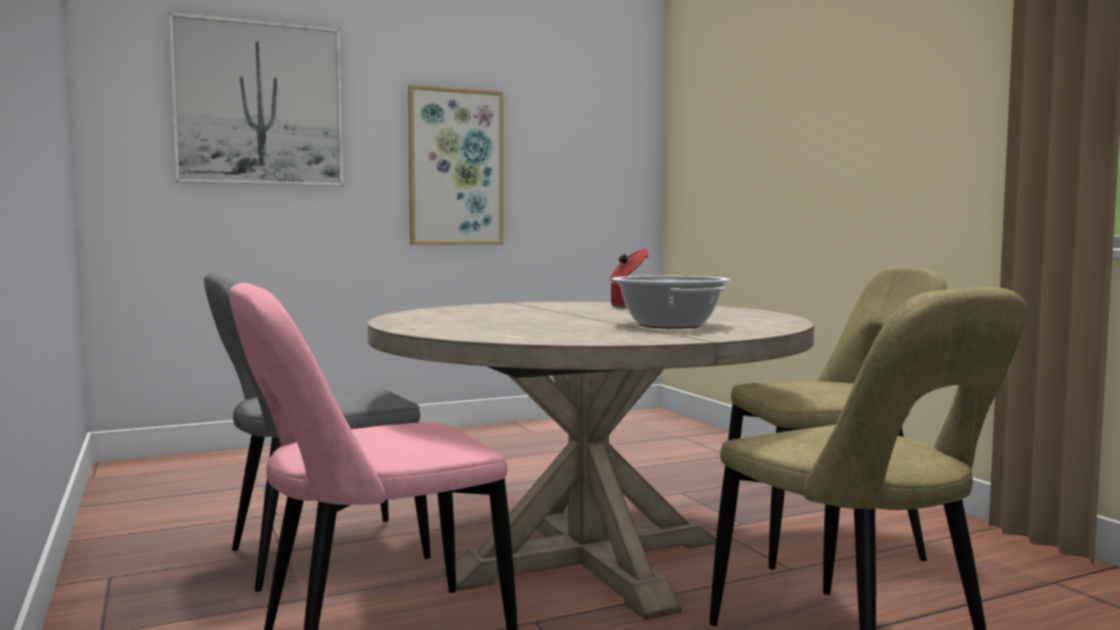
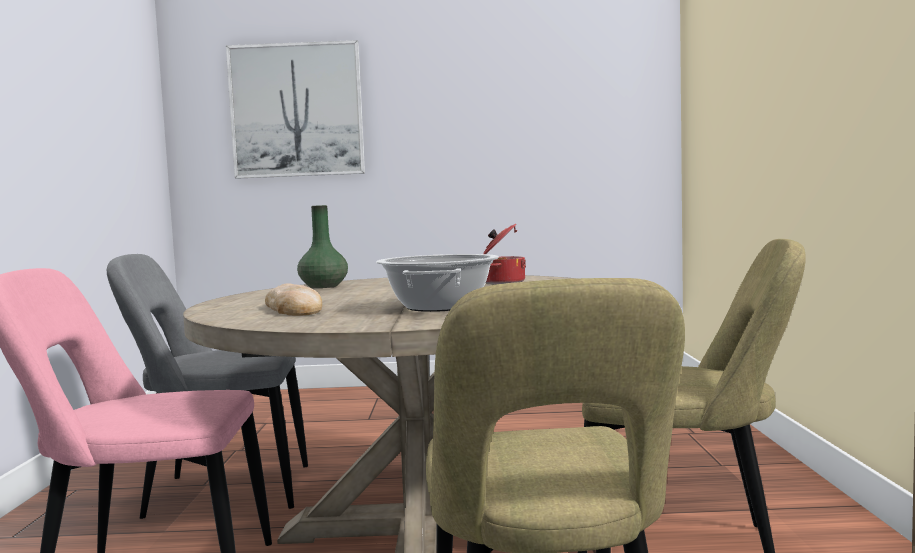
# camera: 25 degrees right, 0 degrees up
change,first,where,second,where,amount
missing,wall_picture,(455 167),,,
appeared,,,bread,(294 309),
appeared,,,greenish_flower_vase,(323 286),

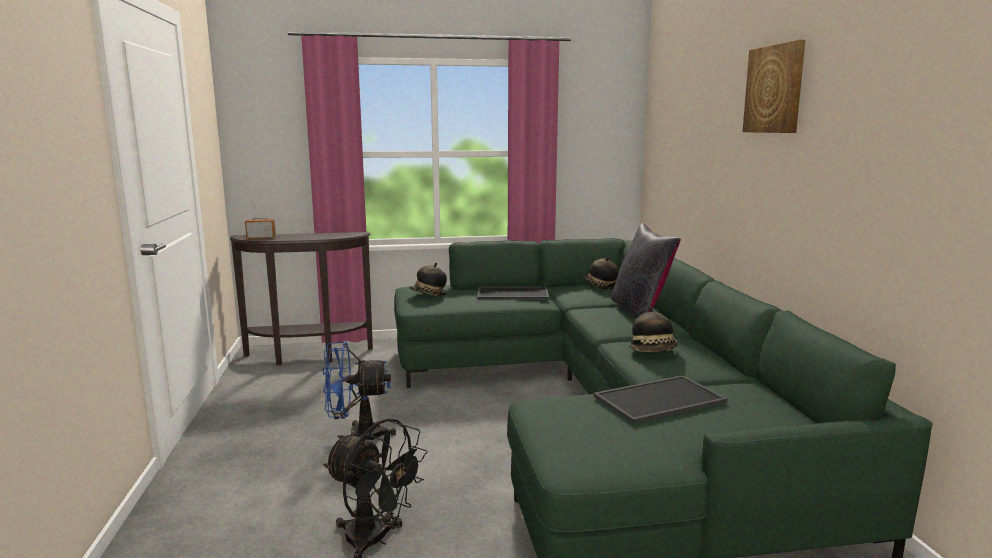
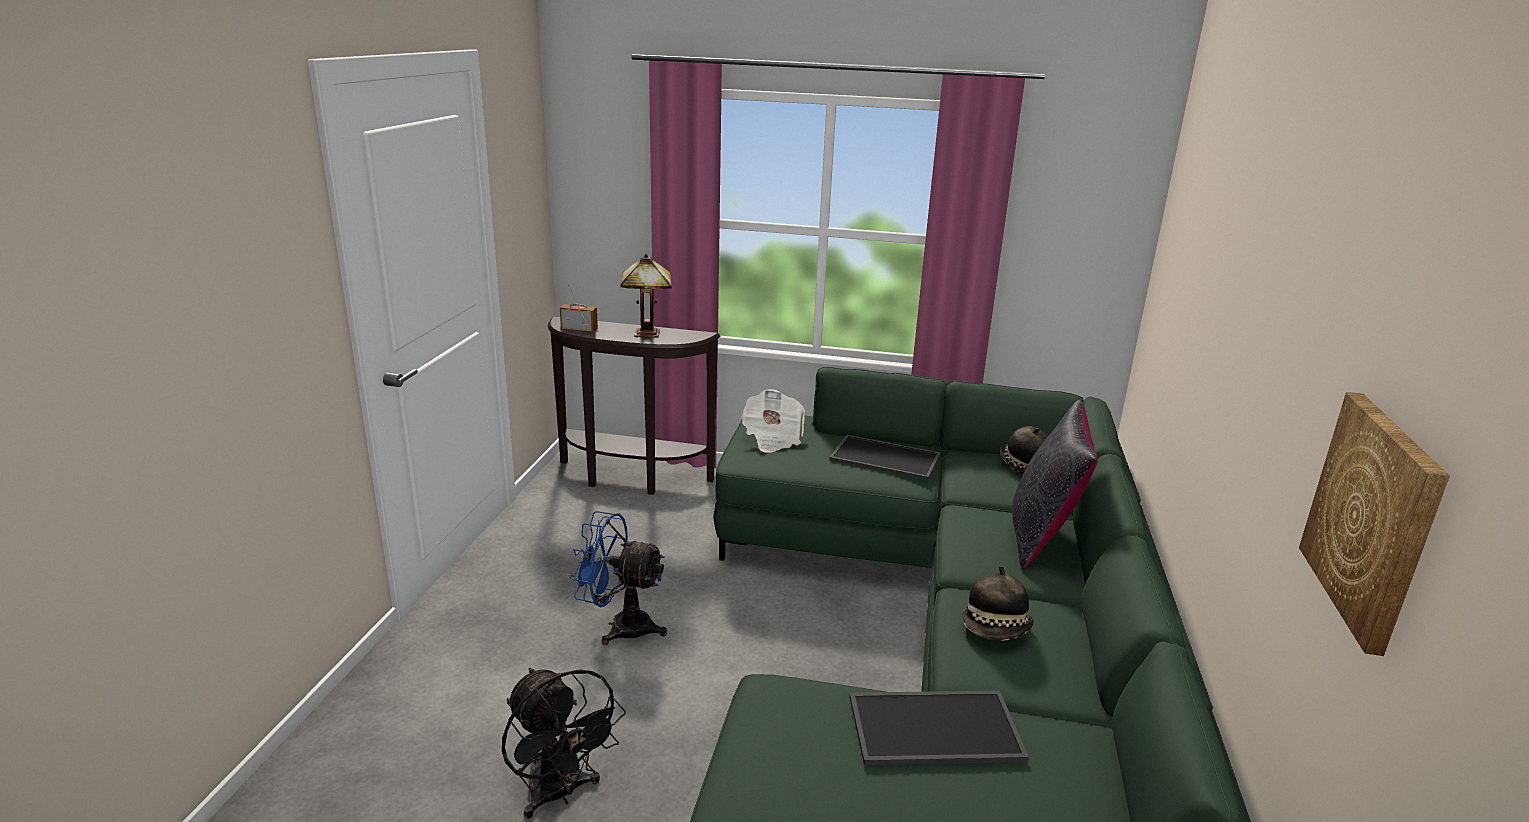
# camera: 20 degrees right, 10 degrees up
change,first,where,second,where,amount
exchanged,hat,(428 294),printed_paper,(772 438),
relocated,wall_picture,(775 89),,(1373 518),
appeared,,,tabletop_lamp,(645 333),

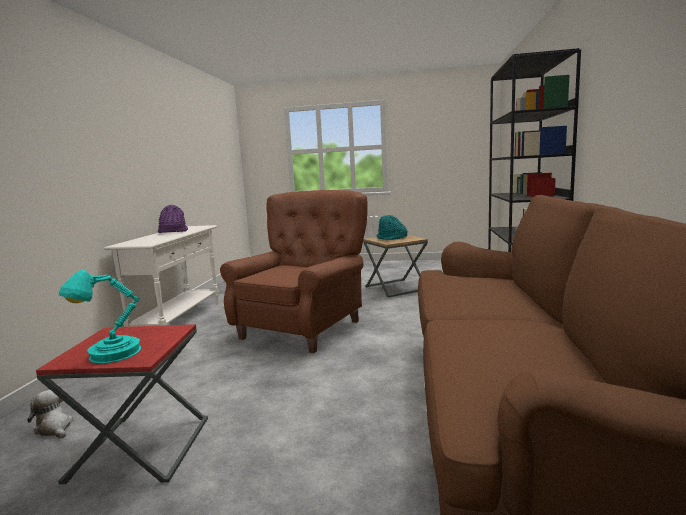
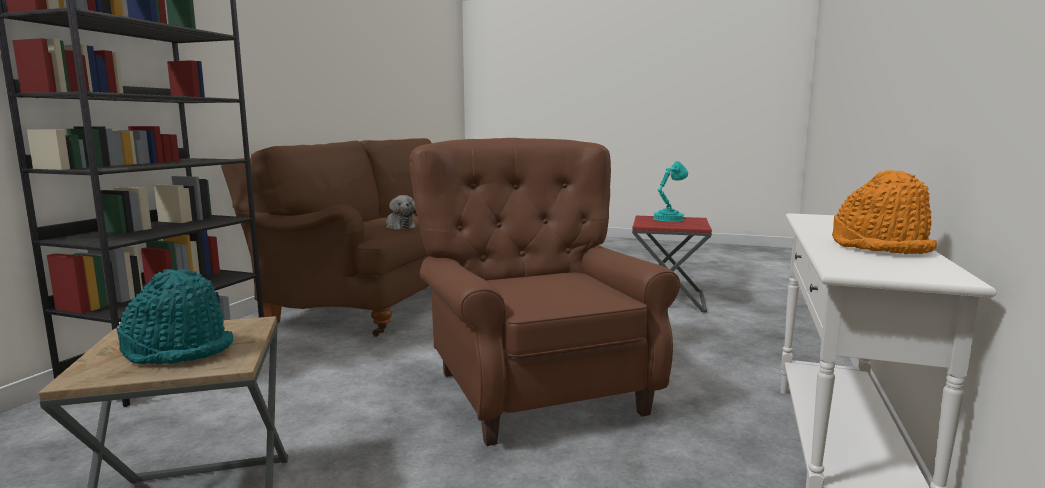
# camera: 170 degrees left, 0 degrees up
change,first,where,second,where,amount
relocated,soft_toy,(54 428),,(399 226),
colour,purple-coloured_hat,(172 232),orangey_hat,(881 247),
spun,brown-coloured_lounge_chair,(304 328),,(535 388),120 degrees clockwise

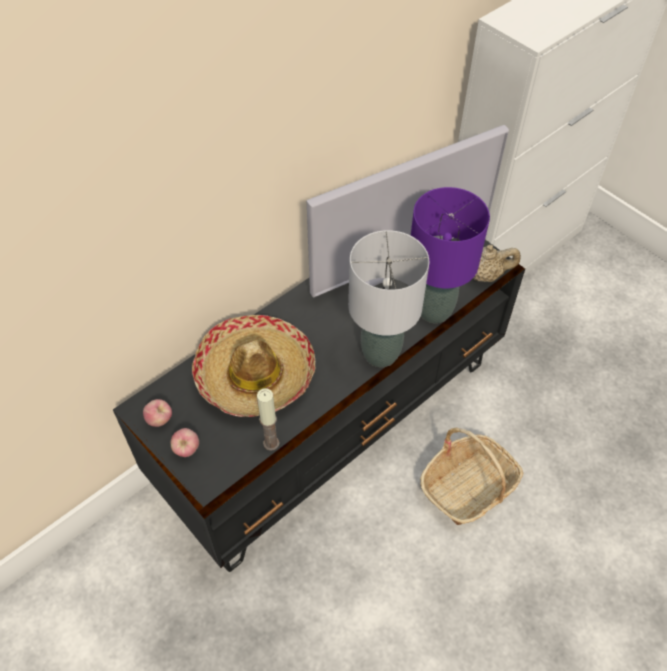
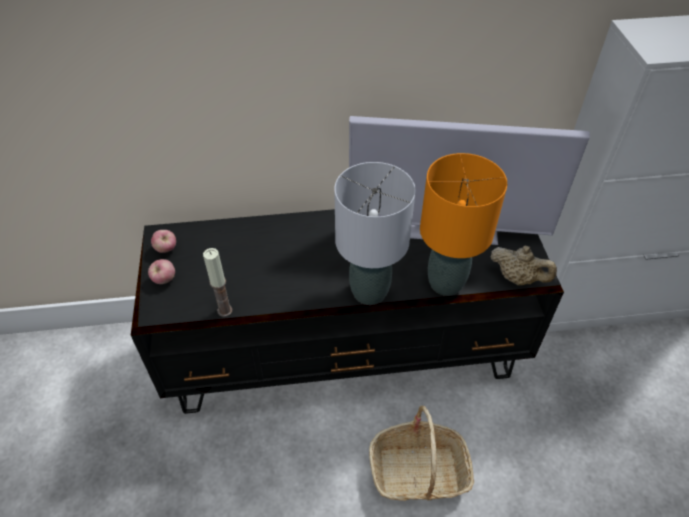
# camera: 35 degrees right, 5 degrees down
change,first,where,second,where,amount
missing,hat,(255 374),,,
colour,purple-coloured_tabletop_lamp,(435 310),orangey_tabletop_lamp,(446 283),

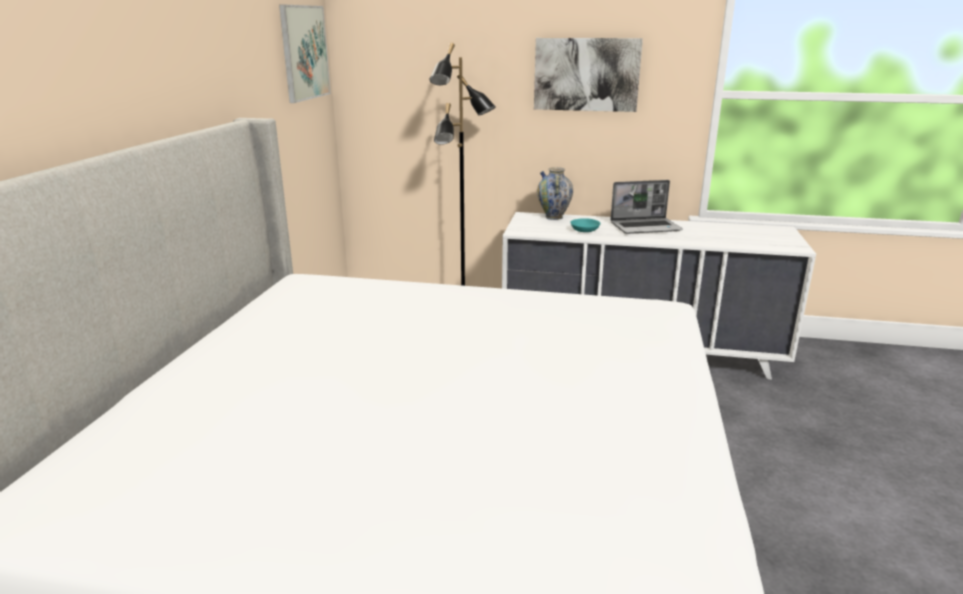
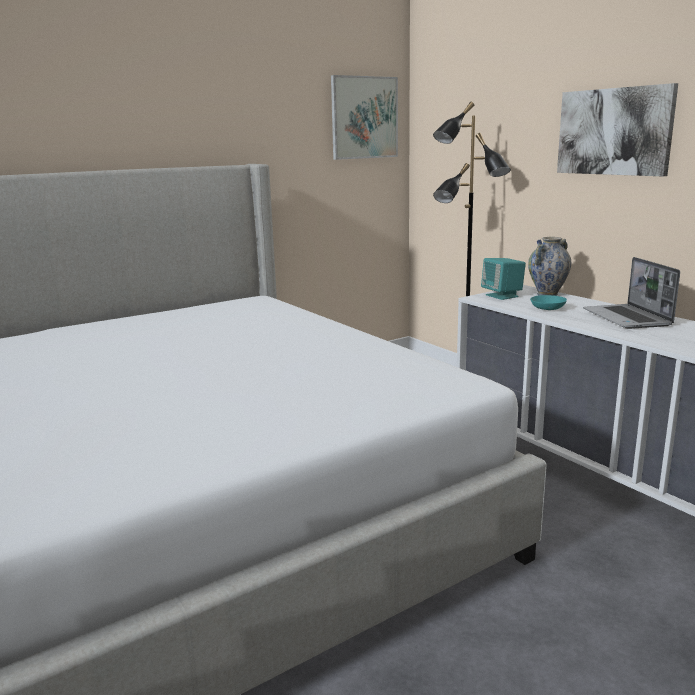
# camera: 45 degrees right, 5 degrees down
change,first,where,second,where,amount
spun,portable_computer,(646 227),,(628 318),45 degrees clockwise
appeared,,,turquoise-coloured_loudspeaker,(502 296),

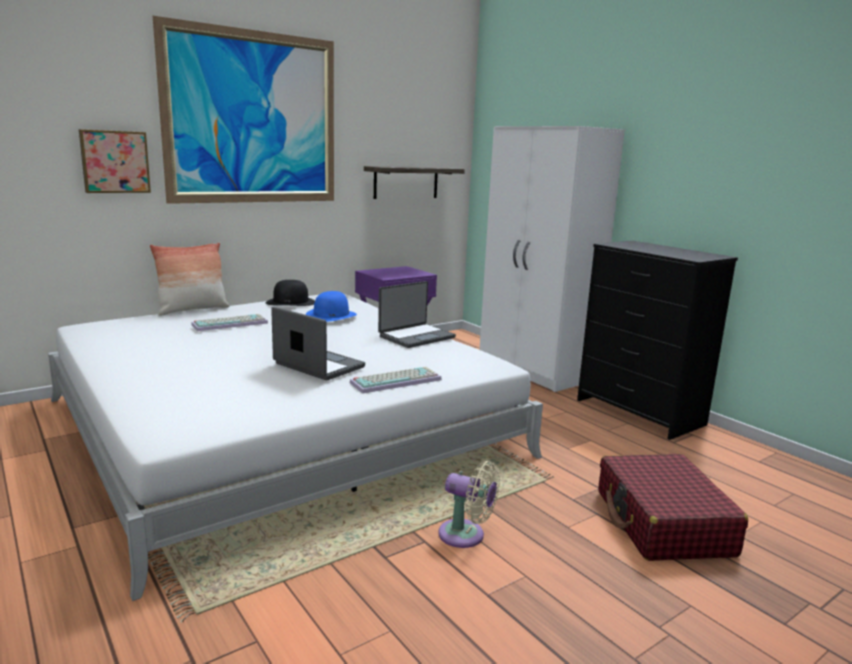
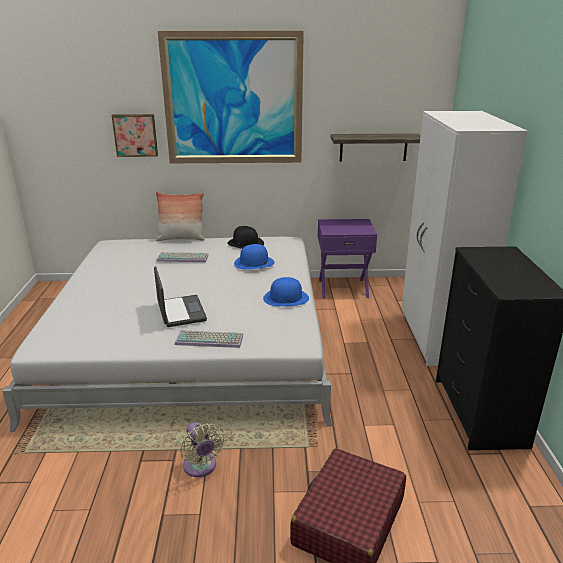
# camera: 35 degrees right, 10 degrees up
change,first,where,second,where,amount
exchanged,portable_computer,(416 337),bluish_hat,(286 298),

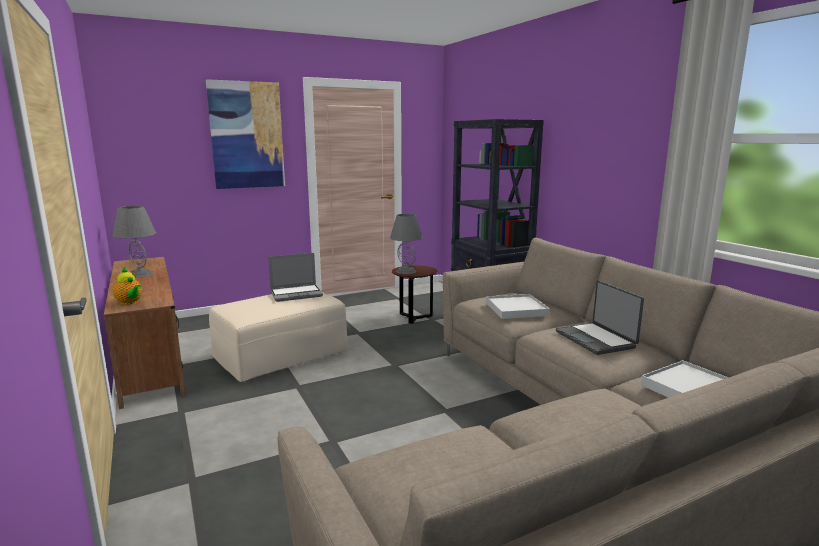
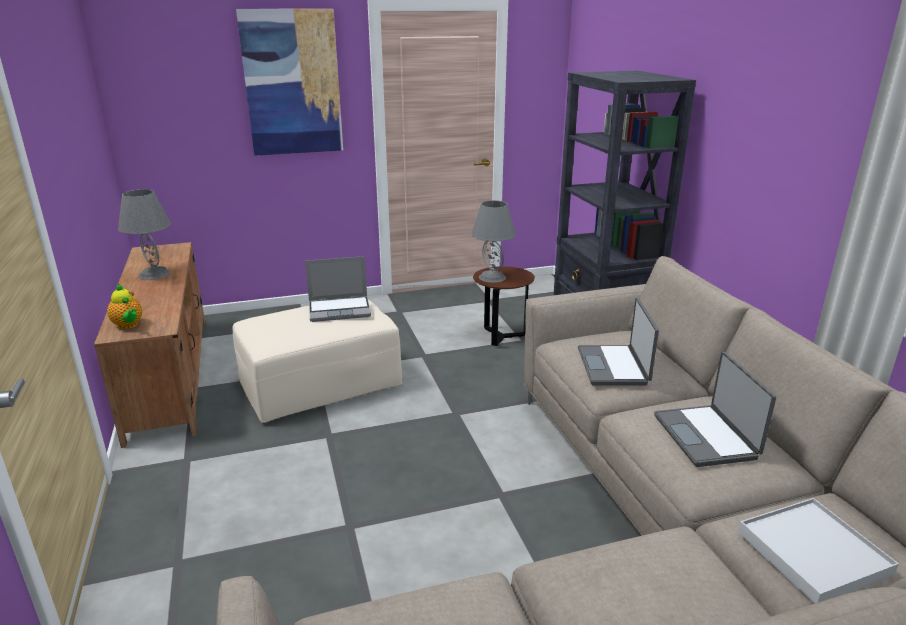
# camera: 10 degrees right, 10 degrees up
change,first,where,second,where,amount
exchanged,white_carrying_tray,(516 309),portable_computer,(614 366),

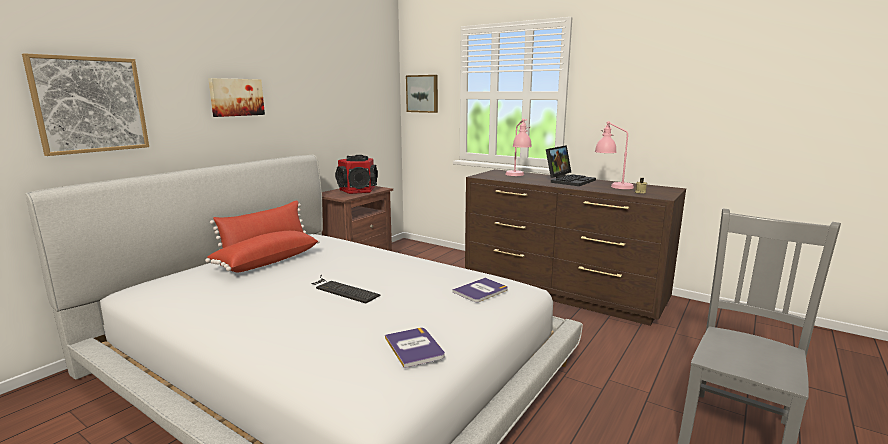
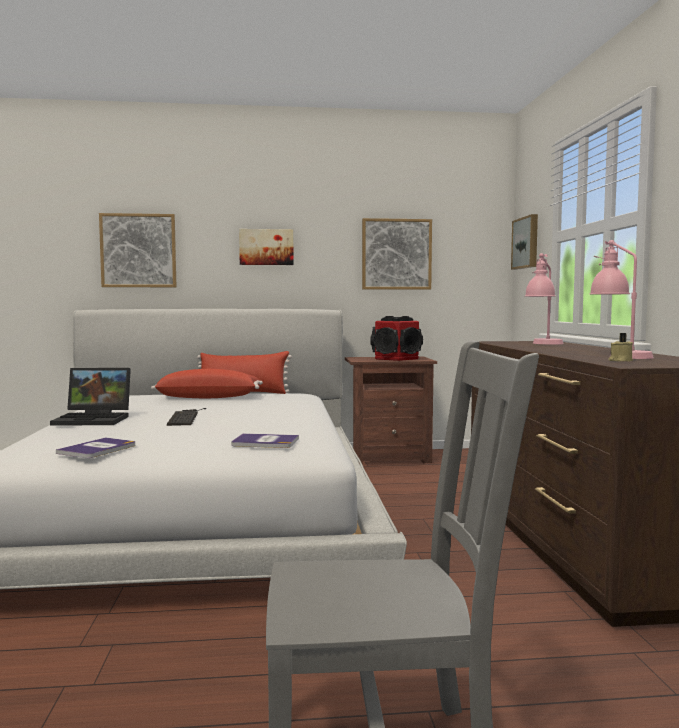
# camera: 50 degrees right, 10 degrees down
change,first,where,second,where,amount
relocated,portable_computer,(569 180),,(95 419),
appeared,,,wall_picture,(396 254),

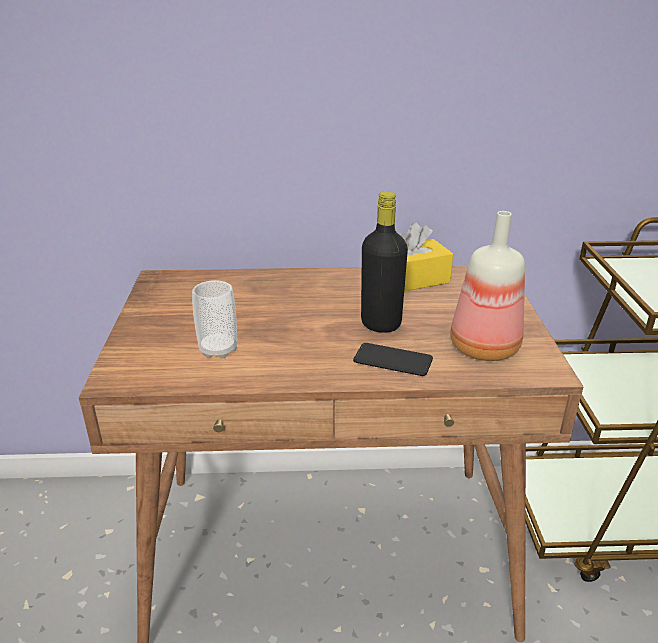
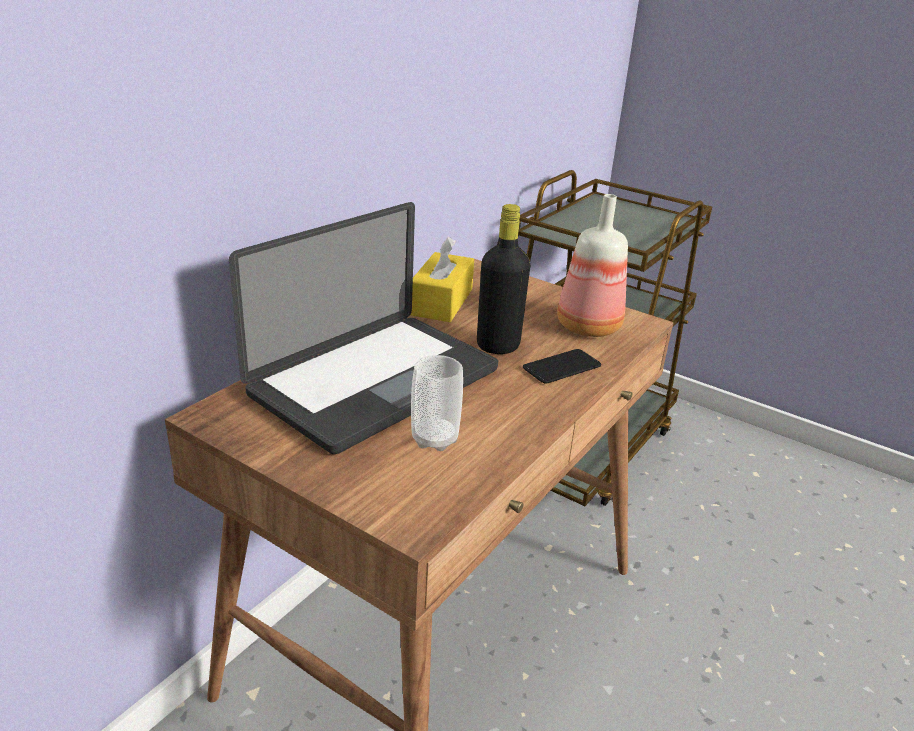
# camera: 55 degrees left, 0 degrees up
change,first,where,second,where,amount
appeared,,,portable_computer,(375 382),

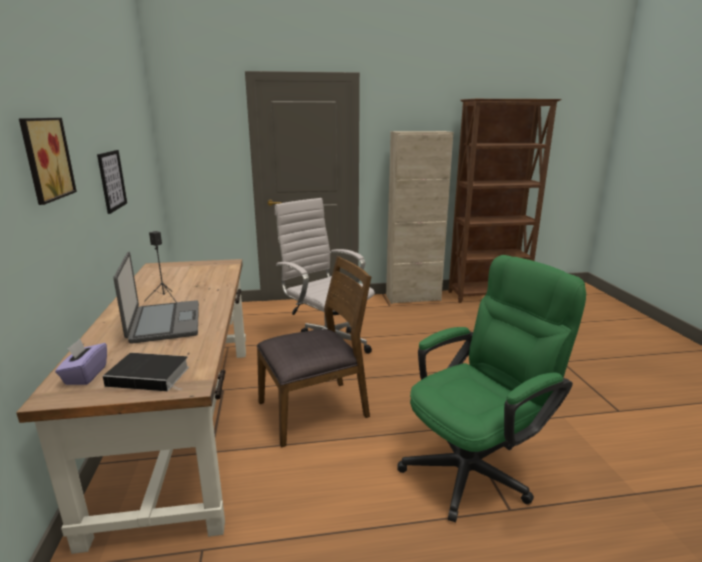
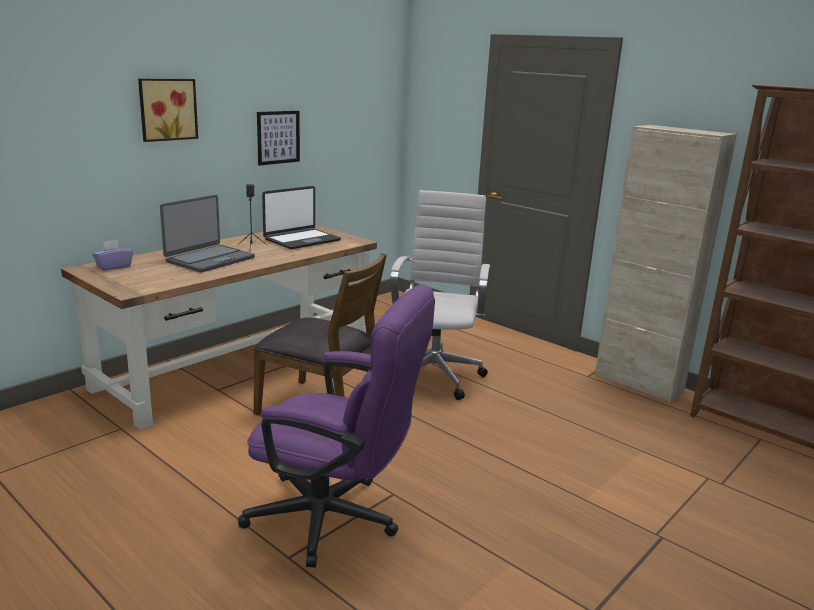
# camera: 50 degrees right, 0 degrees up
change,first,where,second,where,amount
missing,bound_book,(151 376),,,
colour,greenish_computer_chair,(476 466),purple-coloured_computer_chair,(335 520),
appeared,,,portable_computer,(301 240),

